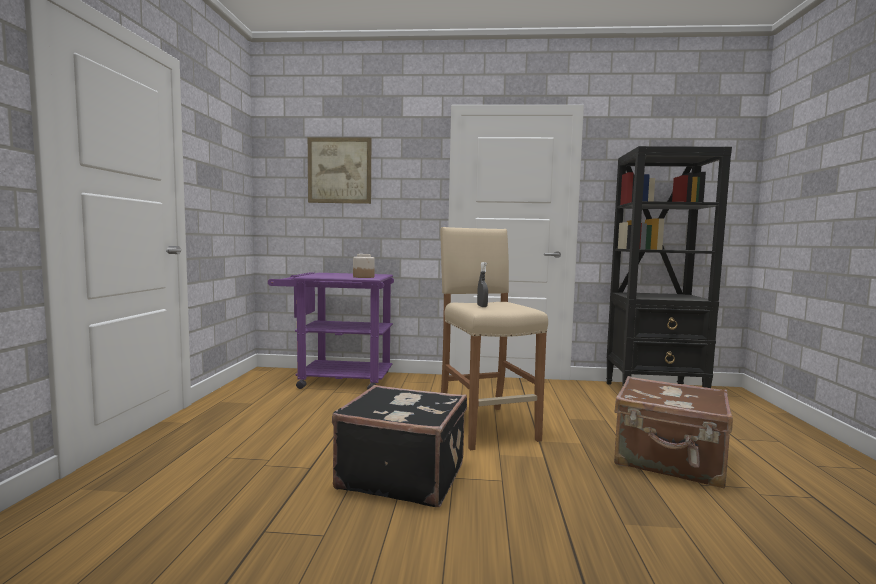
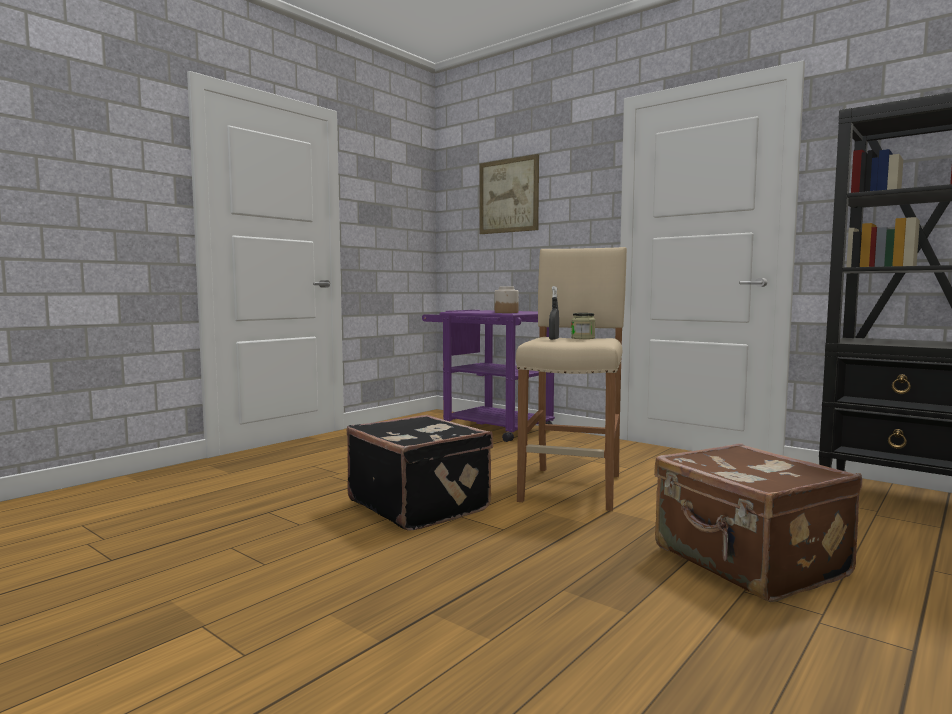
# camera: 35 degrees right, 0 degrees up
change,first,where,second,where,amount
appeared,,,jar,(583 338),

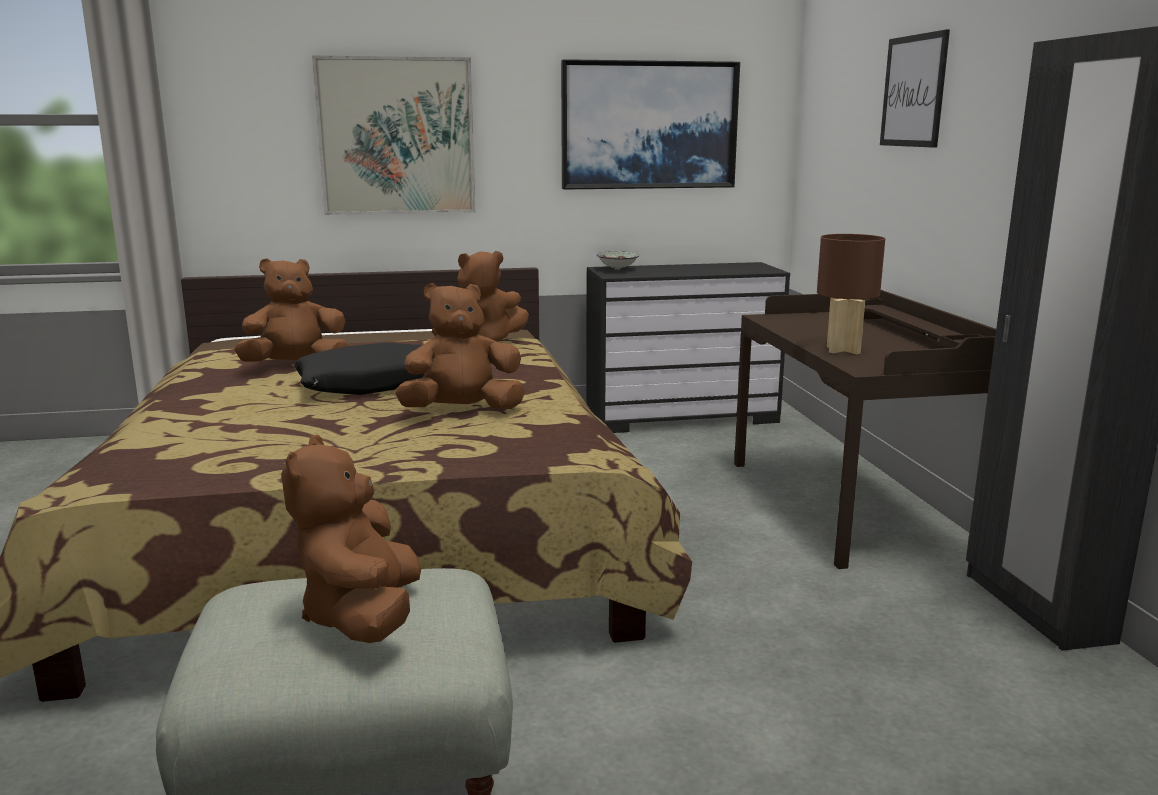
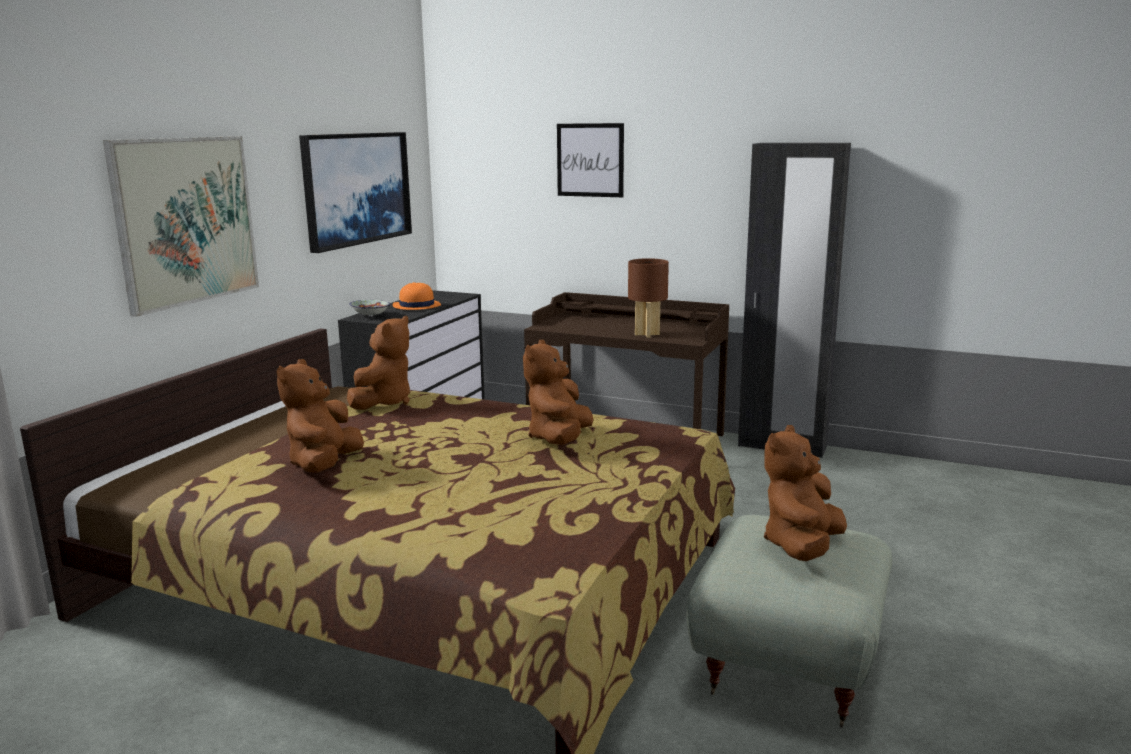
# camera: 55 degrees left, 0 degrees up
change,first,where,second,where,amount
spun,brown-coloured_soft_toy,(363 617),,(801 546),90 degrees clockwise
missing,blackish_cushion,(376 385),,,
appeared,,,orangey_hat,(416 306),

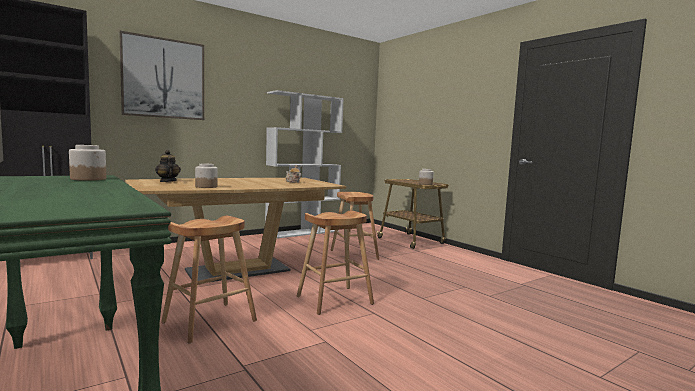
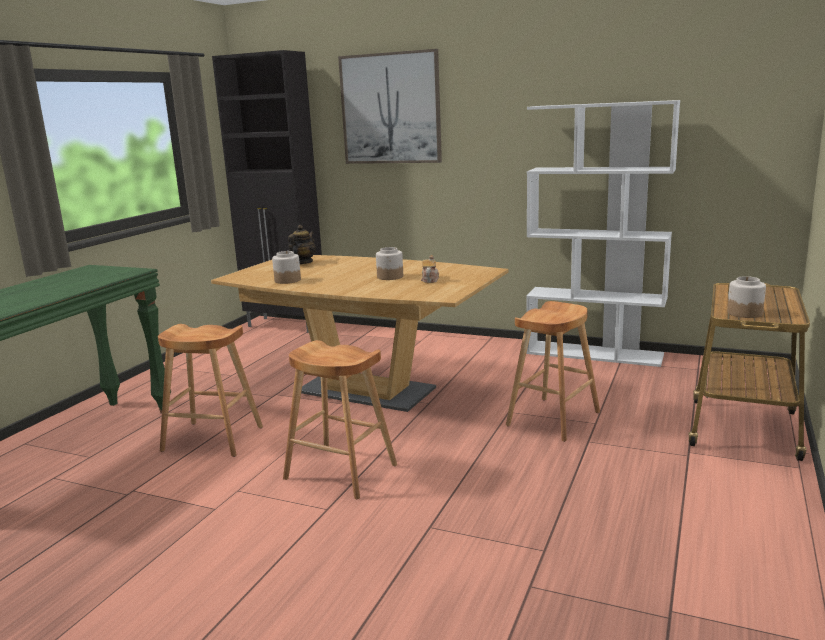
# camera: 60 degrees right, 10 degrees up
change,first,where,second,where,amount
relocated,jar,(88 179),,(390 277),

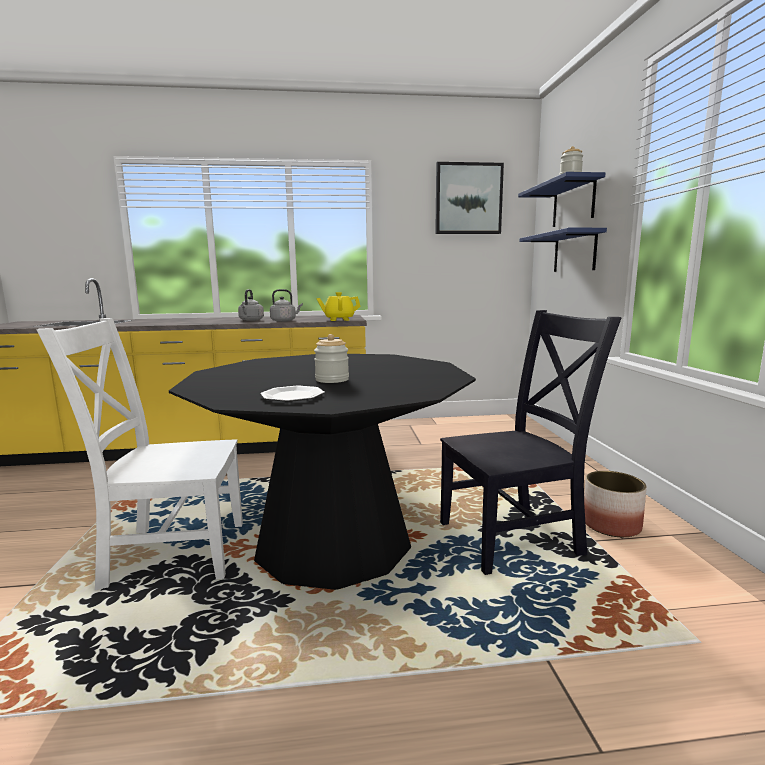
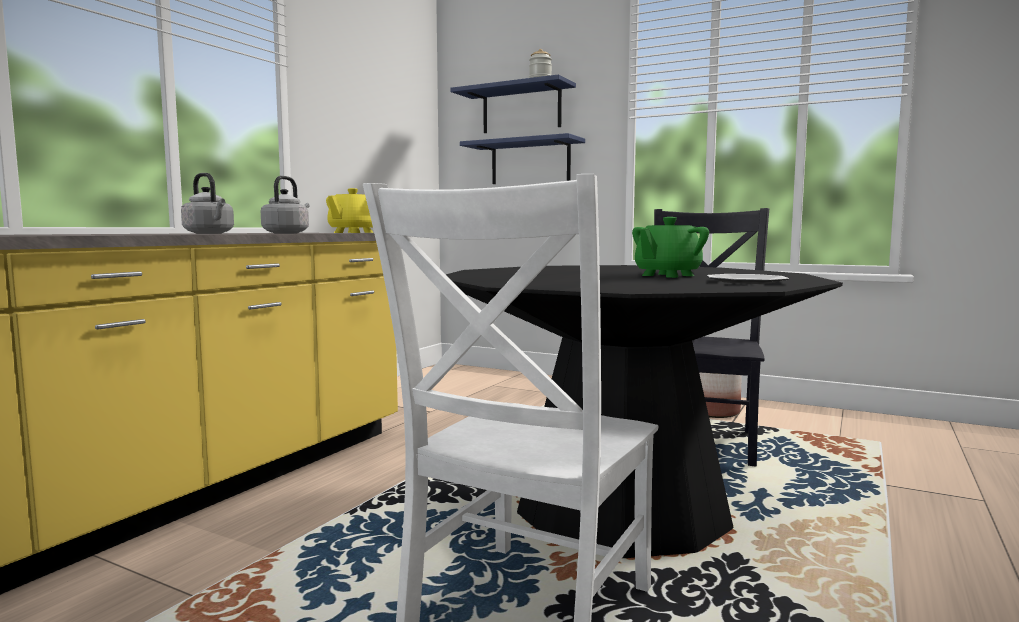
# camera: 55 degrees left, 5 degrees down
change,first,where,second,where,amount
exchanged,jar,(332 380),greenish_tea_pot,(667 275),
missing,wall_picture,(468 199),,,

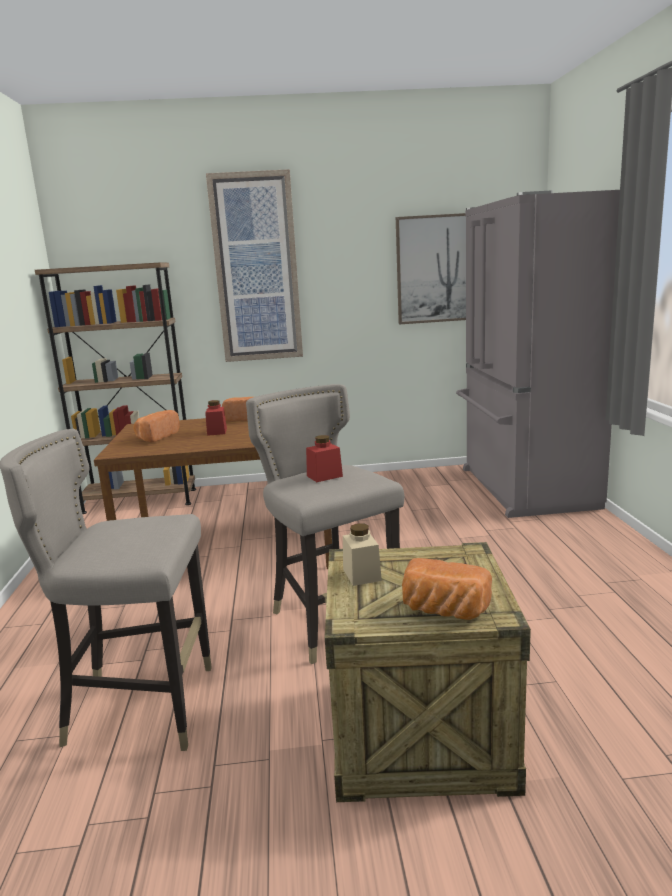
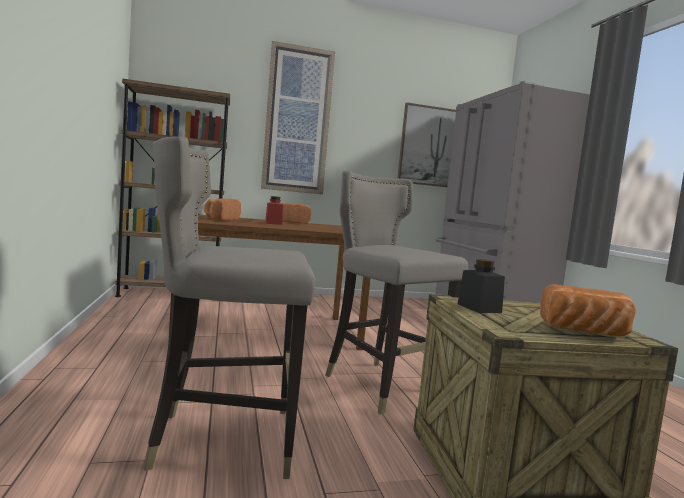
# camera: 10 degrees left, 10 degrees down
change,first,where,second,where,amount
missing,red_jar,(324 476),,,
colour,beige-coloured_jar,(362 575),blackish_jar,(479 308),

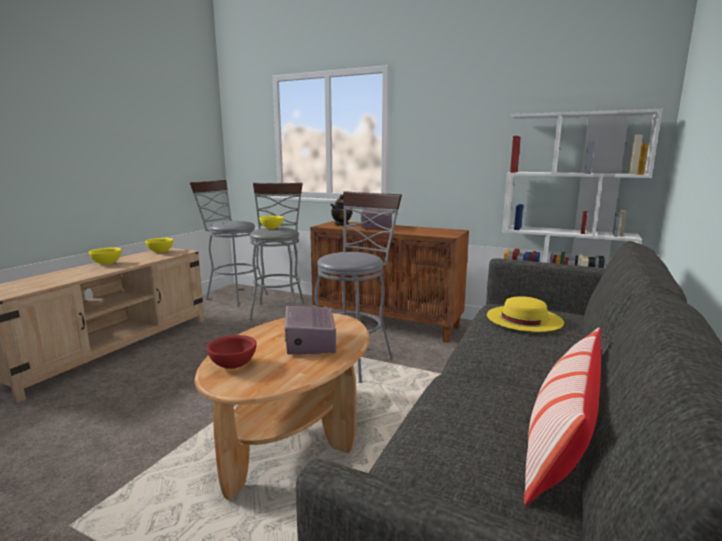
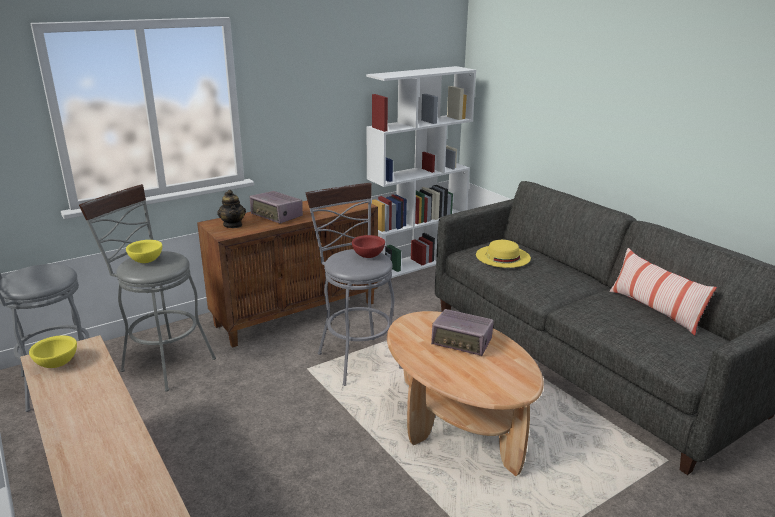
# camera: 60 degrees left, 10 degrees up
change,first,where,second,where,amount
missing,yellow-coloured_bowl,(107 263),,,
relocated,red_bowl,(233 366),,(368 256),

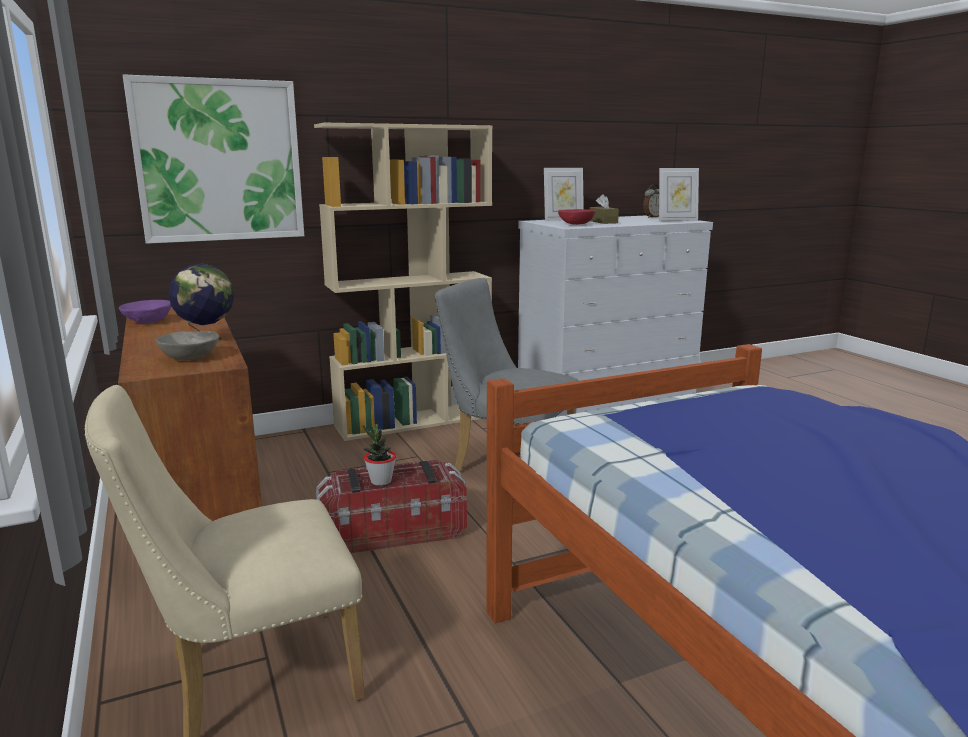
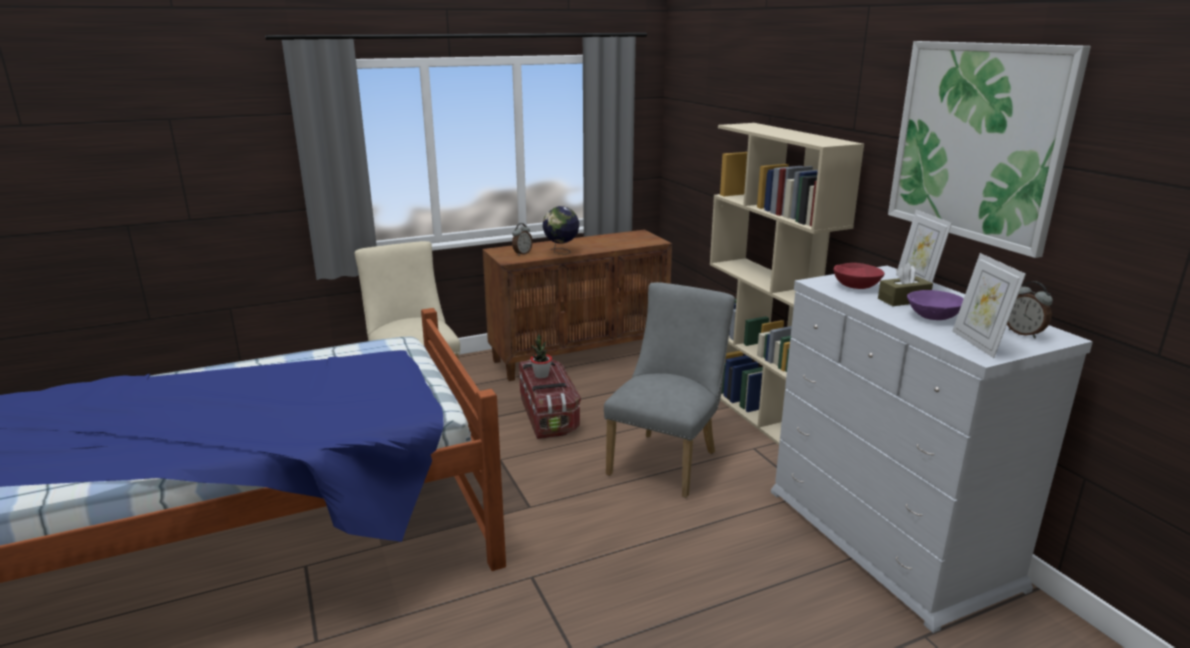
# camera: 90 degrees right, 5 degrees up
change,first,where,second,where,amount
relocated,purple-coloured_bowl,(148 322),,(934 317),
relocated,wall_picture,(219 161),,(977 142),
exchanged,greyish_bowl,(189 358),alarm_clock,(522 253),

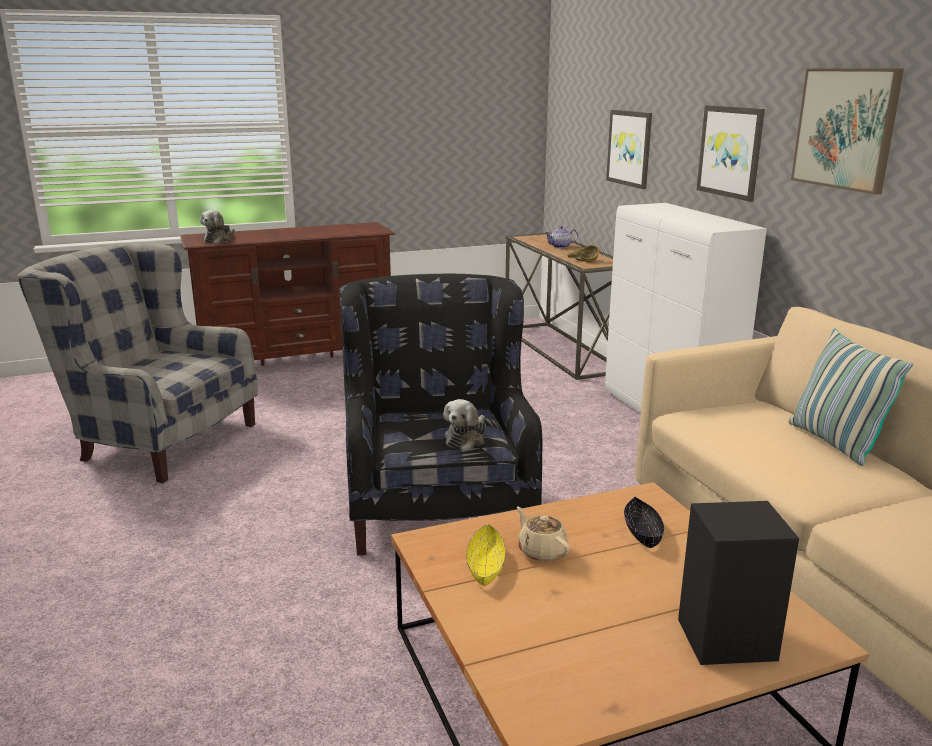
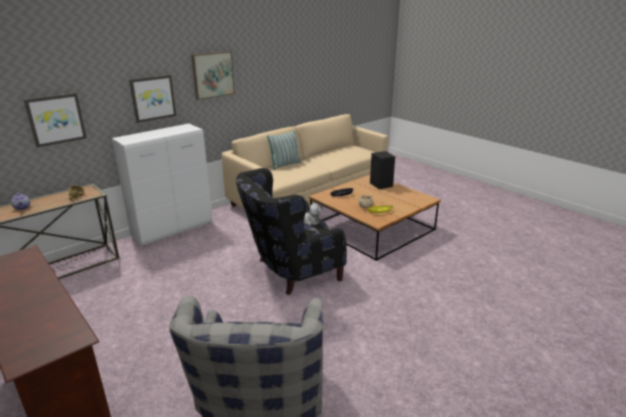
# camera: 110 degrees left, 5 degrees up
change,first,where,second,where,amount
missing,soft_toy,(219 240),,,

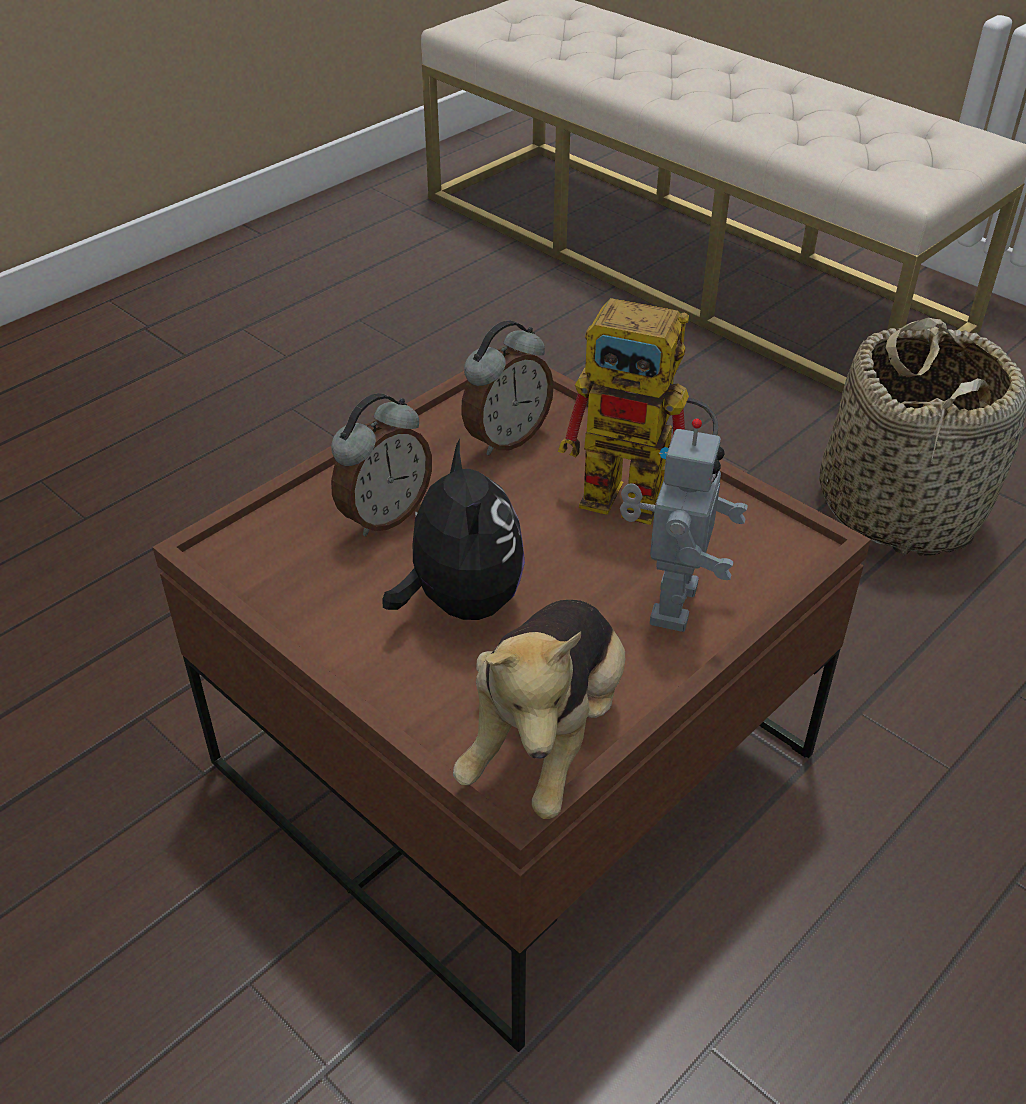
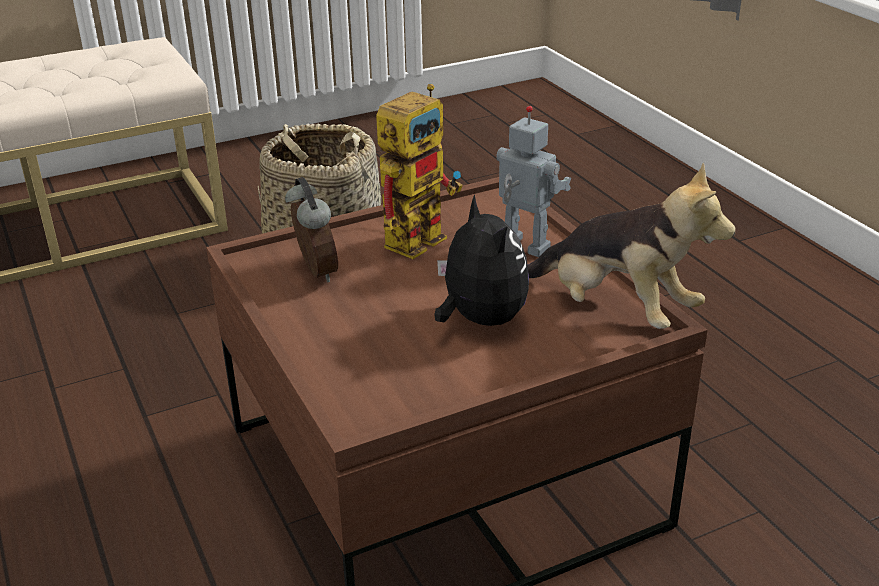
# camera: 70 degrees left, 10 degrees down
change,first,where,second,where,amount
missing,alarm_clock,(384 515),,,
spun,soft_toy,(460 601),,(480 320),60 degrees clockwise

